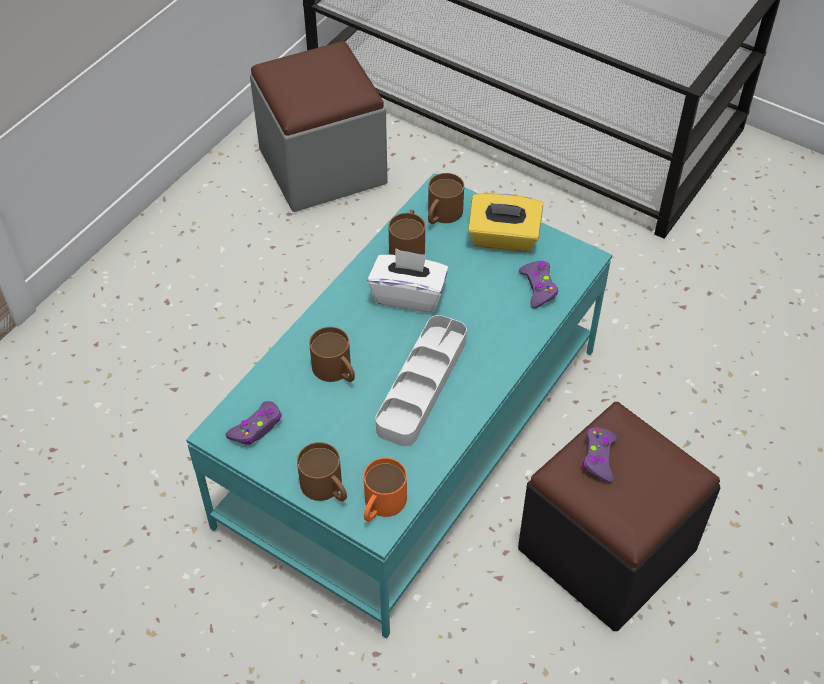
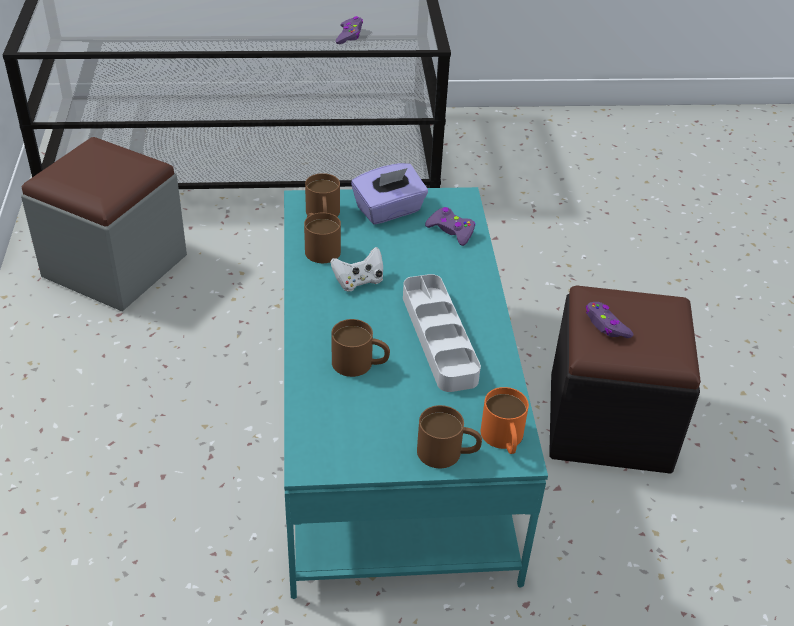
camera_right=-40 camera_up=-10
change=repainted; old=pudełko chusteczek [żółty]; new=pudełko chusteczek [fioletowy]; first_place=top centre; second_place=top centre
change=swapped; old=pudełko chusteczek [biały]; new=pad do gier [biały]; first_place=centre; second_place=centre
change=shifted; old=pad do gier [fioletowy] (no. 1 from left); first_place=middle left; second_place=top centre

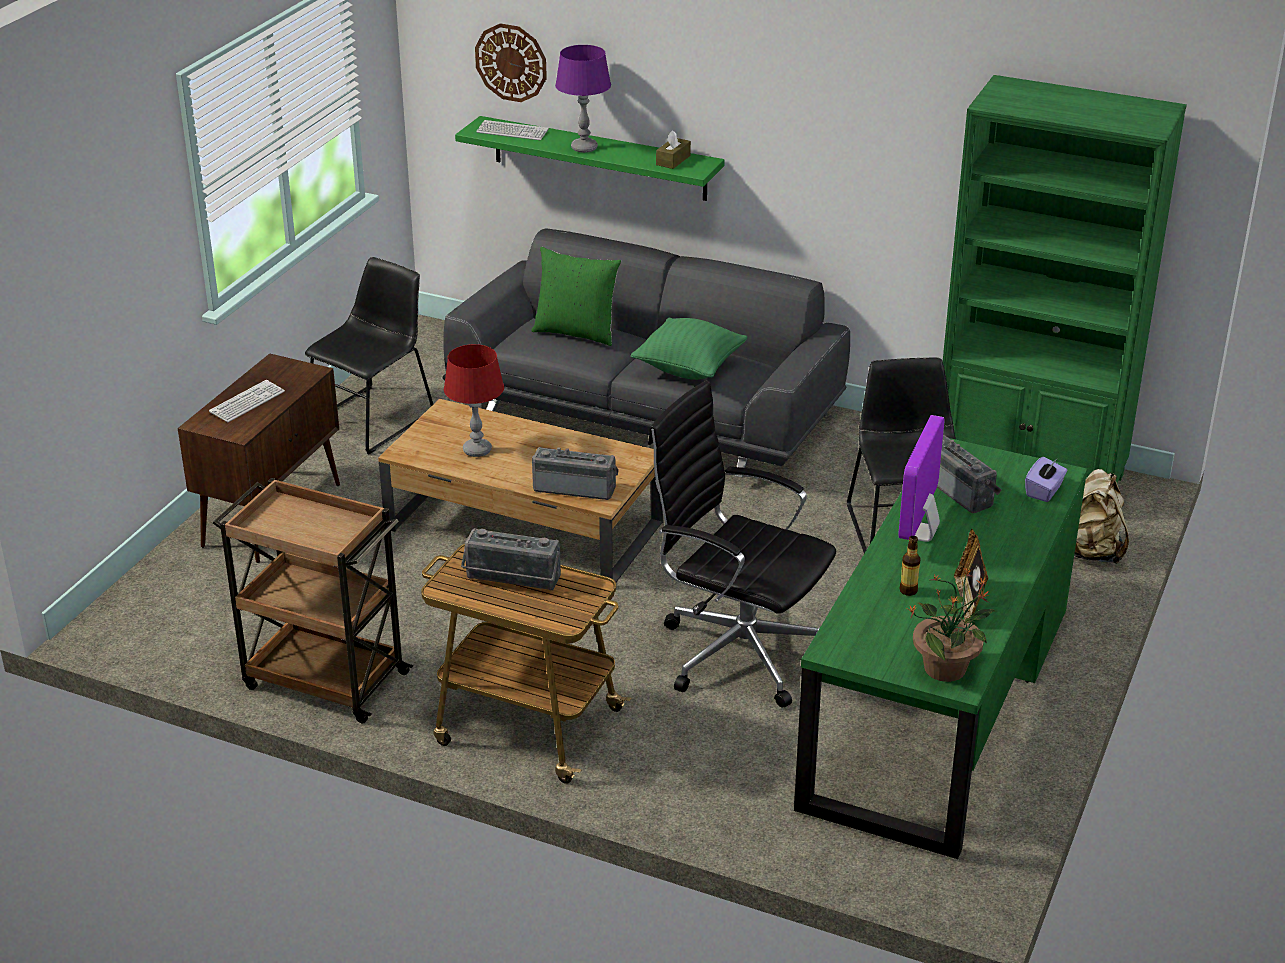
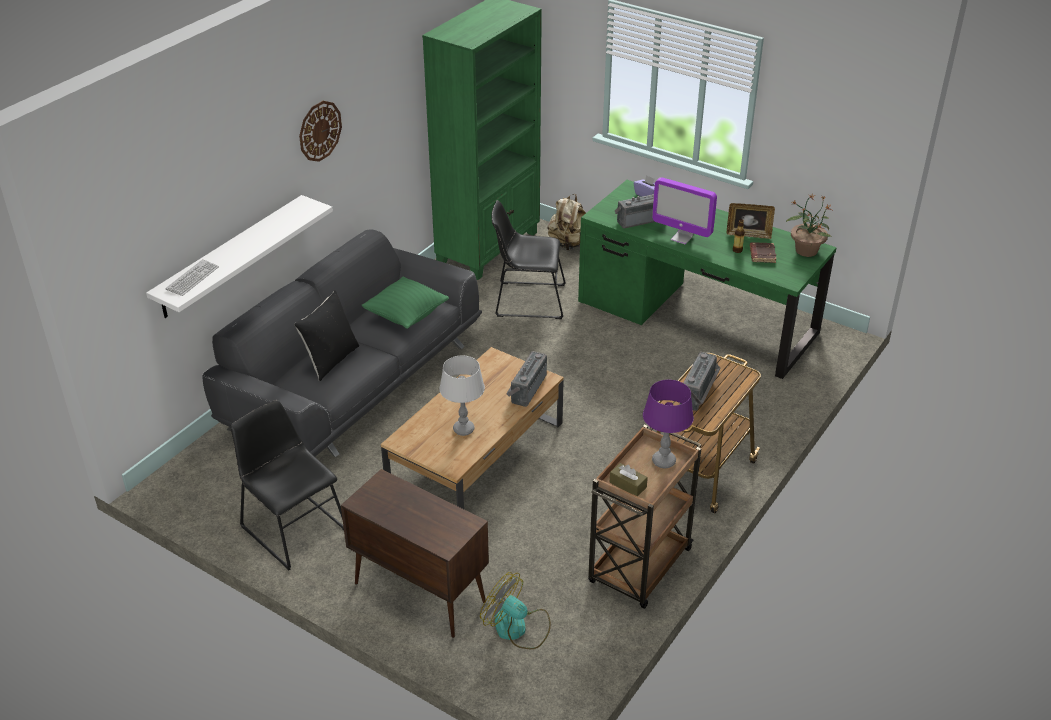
camera_right=-80 camera_up=5
change=shifted; old=zegar ścienny; first_place=top centre; second_place=top left
change=shifted; old=lampa stołowa [fioletowy]; first_place=top centre; second_place=centre
change=repainted; old=półka [zielony]; new=półka [biały]; first_place=top centre; second_place=middle left
change=shifted; old=pudełko chusteczek [brązowy]; first_place=top centre; second_place=bottom centre
change=repainted; old=poduszka [zielony] (no. 1 from left); new=poduszka [czarny]; first_place=top centre; second_place=middle left
change=repainted; old=lampa stołowa [czerwony]; new=lampa stołowa [szary]; first_place=centre; second_place=centre
change=gone; old=klawiatura (no. 1 from left); first_place=middle left
change=gone; old=krzesło biurowe [czarny]; first_place=centre
change=new; new=książka [brązowy]; second_place=middle right
change=new; new=wentylator; second_place=bottom centre

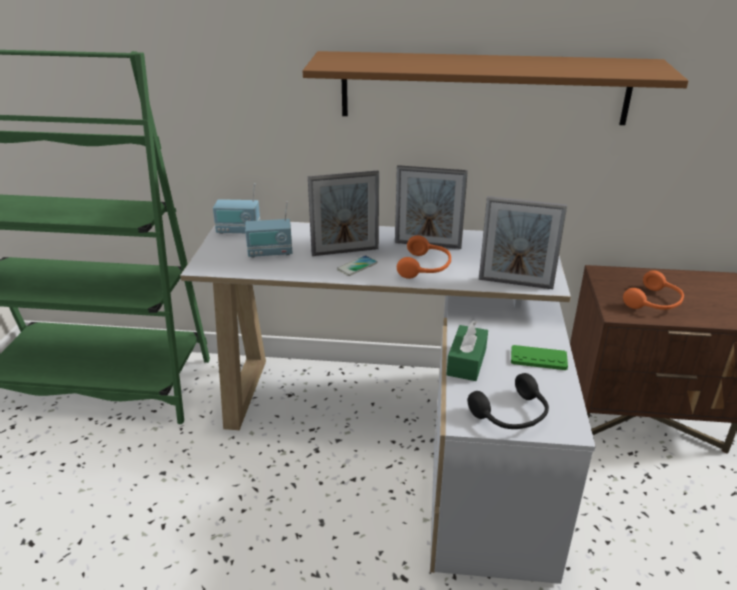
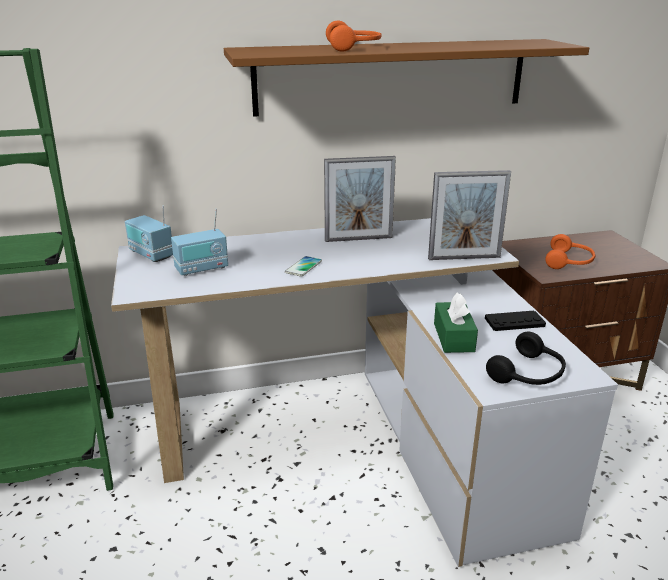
camera_right=-20 camera_up=-5
change=gone; old=ramka na zdjęcie (no. 1 from left); first_place=centre
change=rotated; old=radio (no. 1 from left); first_place=middle left; second_place=middle left; degrees=60
change=shifted; old=słuchawki [pomarańczowy] (no. 1 from left); first_place=centre; second_place=top centre
change=repainted; old=pad do gier [zielony]; new=pad do gier [czarny]; first_place=middle right; second_place=middle right

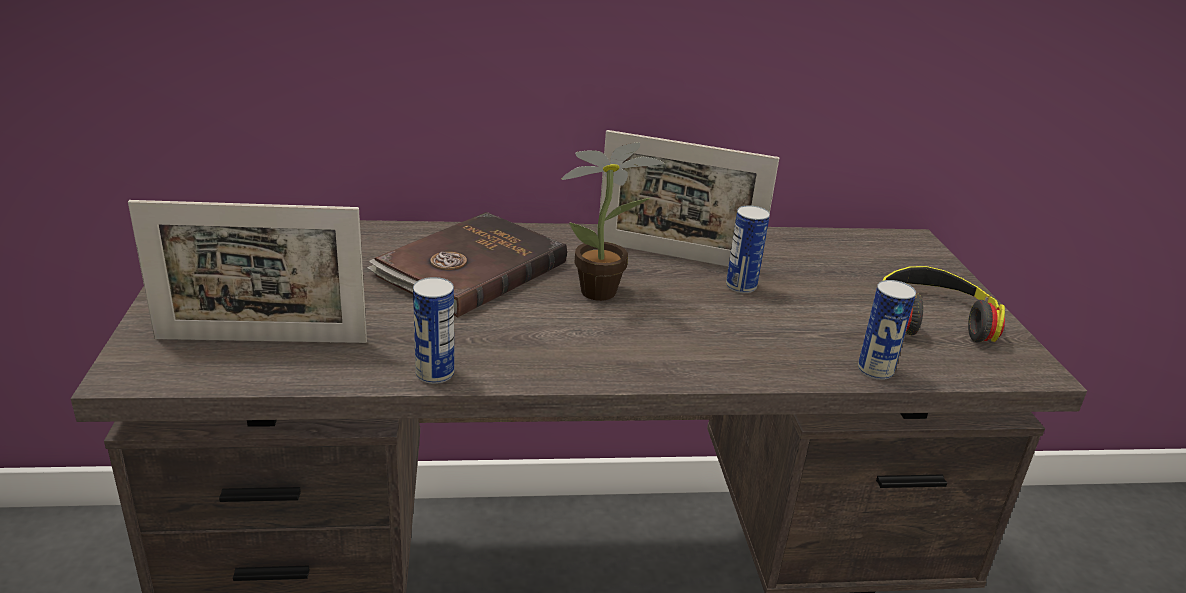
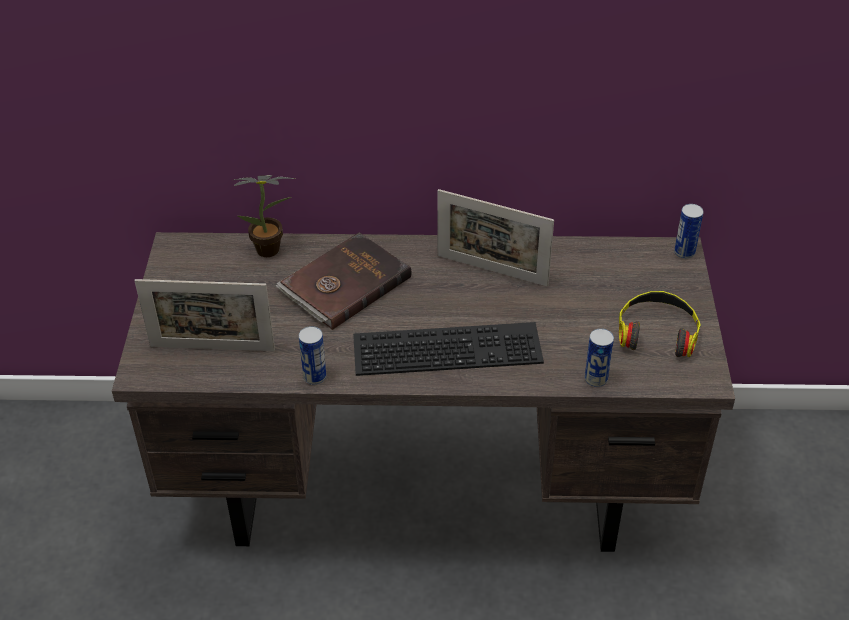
camera_right=10 camera_up=15
change=shifted; old=roślina doniczkowa; first_place=centre; second_place=middle left
change=shifted; old=puszka (no. 2 from left in the first image); new=puszka (no. 3 from left); first_place=centre; second_place=middle right
change=new; new=klawiatura; second_place=centre

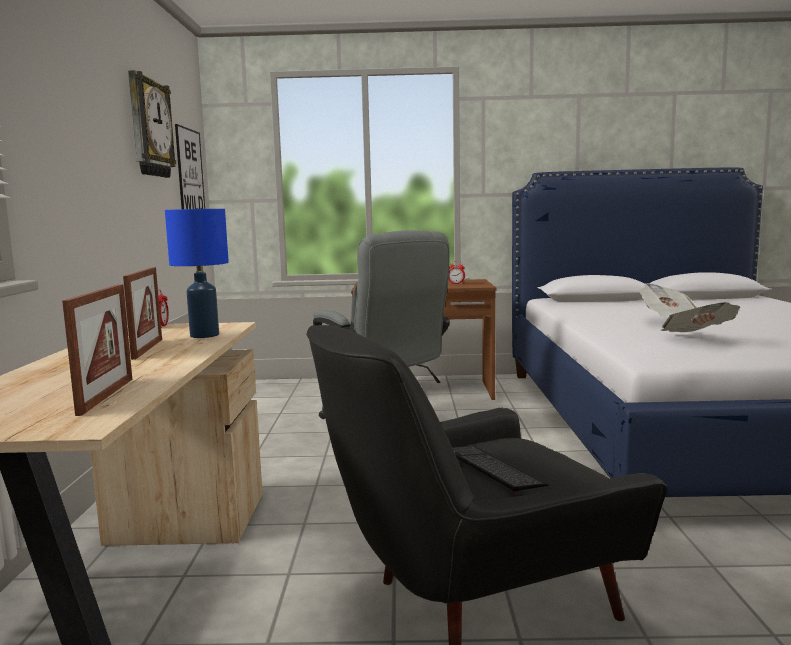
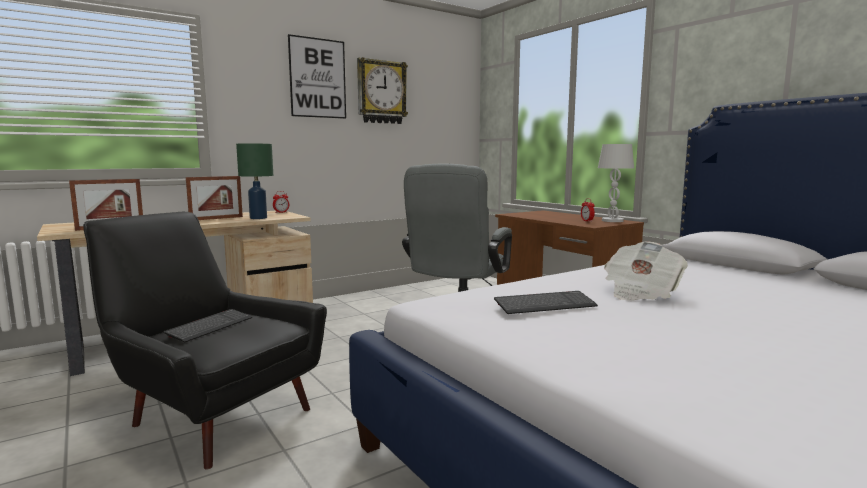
camera_right=55 camera_up=0
change=shifted; old=obraz; first_place=top left; second_place=top centre
change=repainted; old=lampa stołowa [niebieski]; new=lampa stołowa [zielony]; first_place=middle left; second_place=middle left
change=swapped; old=gazeta (no. 2 from left); new=klawiatura (no. 2 from left); first_place=middle right; second_place=centre
change=new; new=lampa stołowa [biały]; second_place=middle right

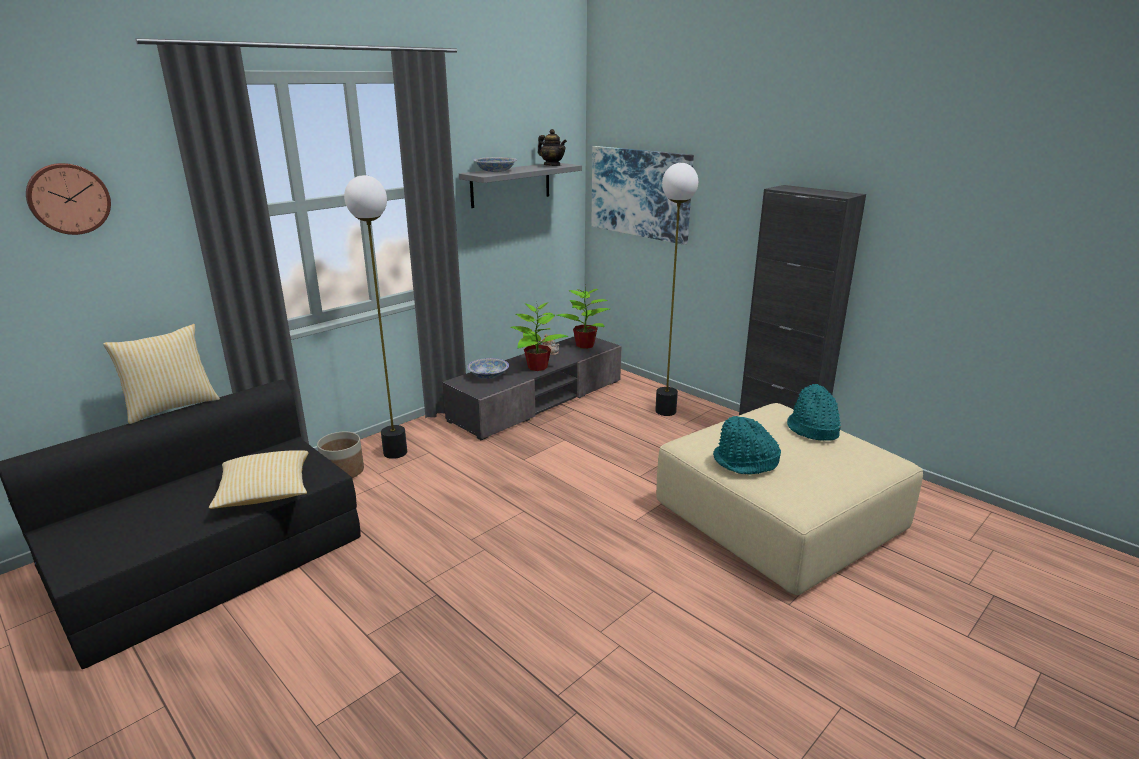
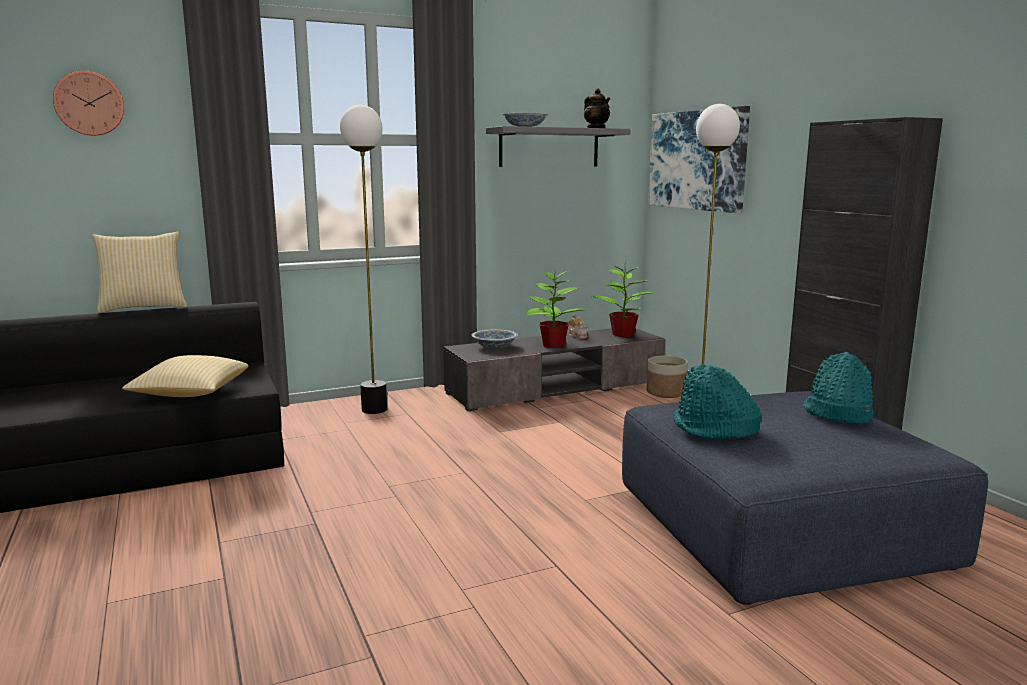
camera_right=20 camera_up=-10
change=repainted; old=pufa [beżowy]; new=pufa [niebieski]; first_place=middle right; second_place=bottom right
change=shifted; old=donica; first_place=middle left; second_place=centre

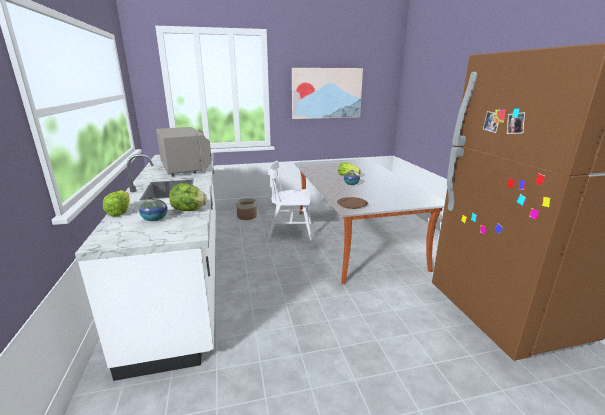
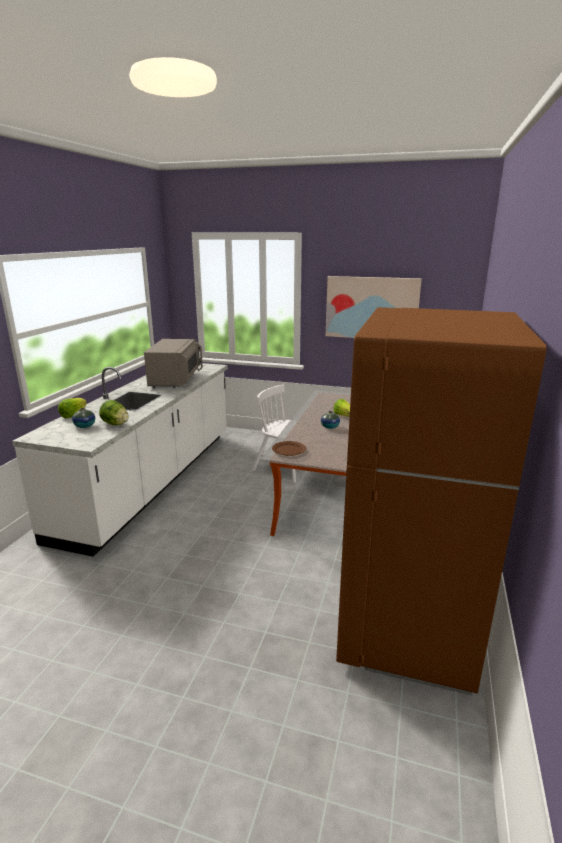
camera_right=30 camera_up=0
change=gone; old=donica; first_place=centre

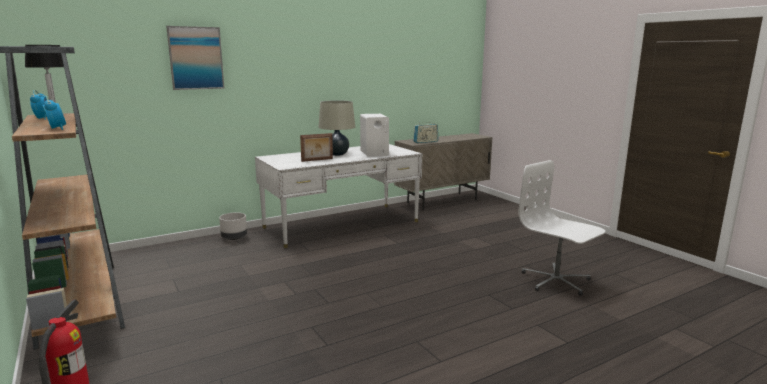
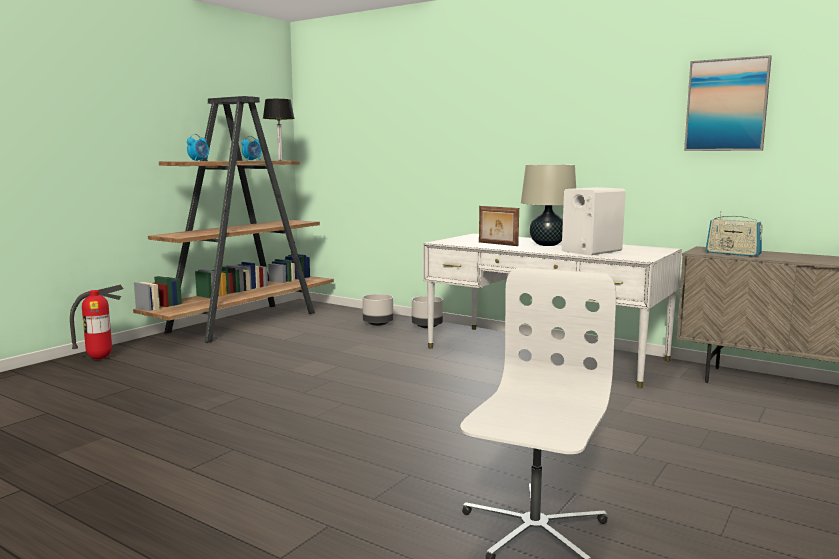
camera_right=65 camera_up=-5
change=shifted; old=obraz; first_place=top left; second_place=top right
change=new; new=donica [szary] (no. 1 from left); second_place=centre

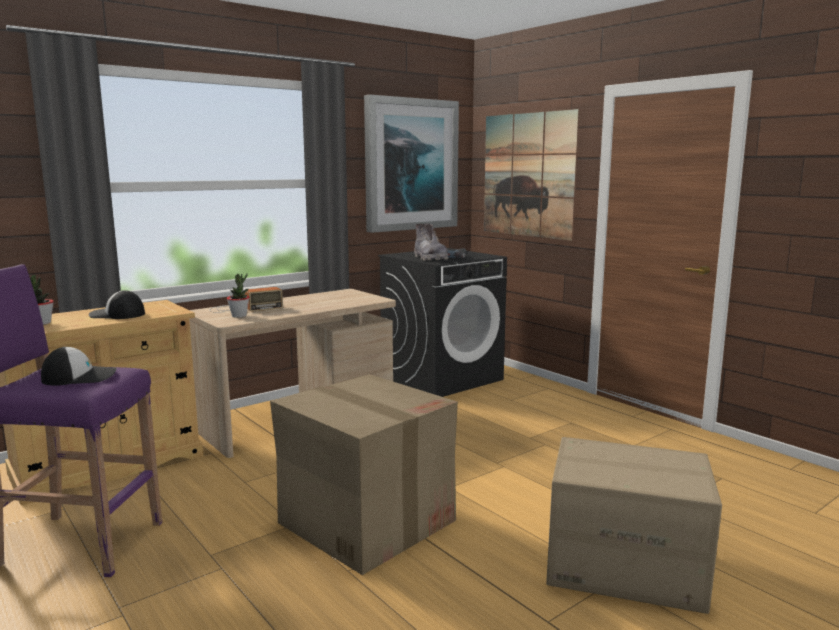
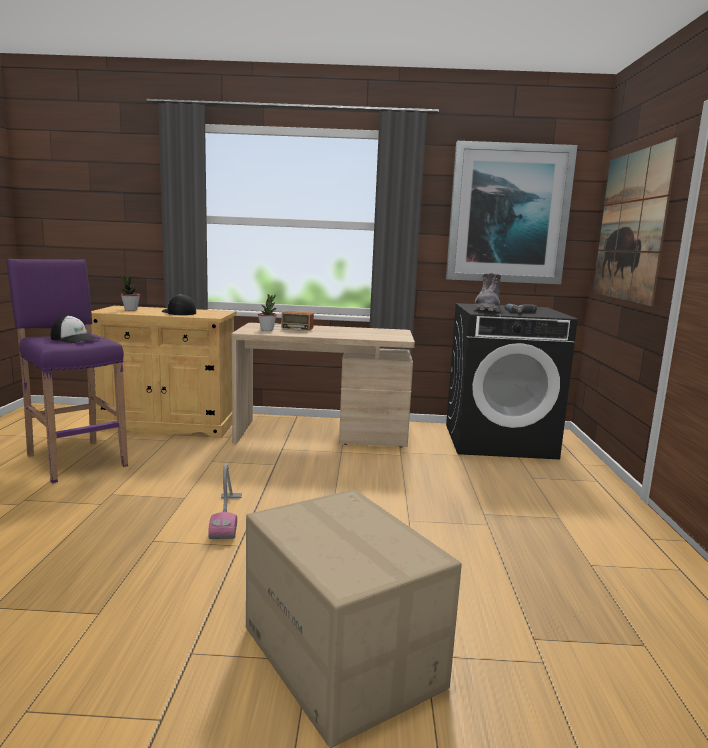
camera_right=40 camera_up=0
change=swapped; old=karton (no. 1 from left); new=odkurzacz; first_place=bottom centre; second_place=bottom left

